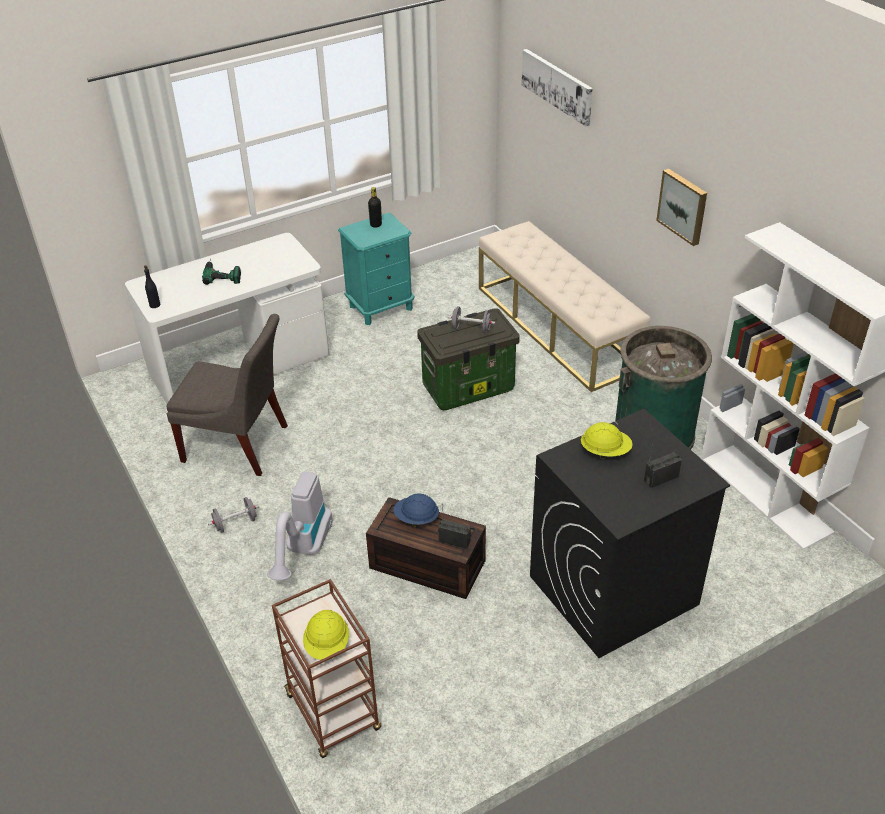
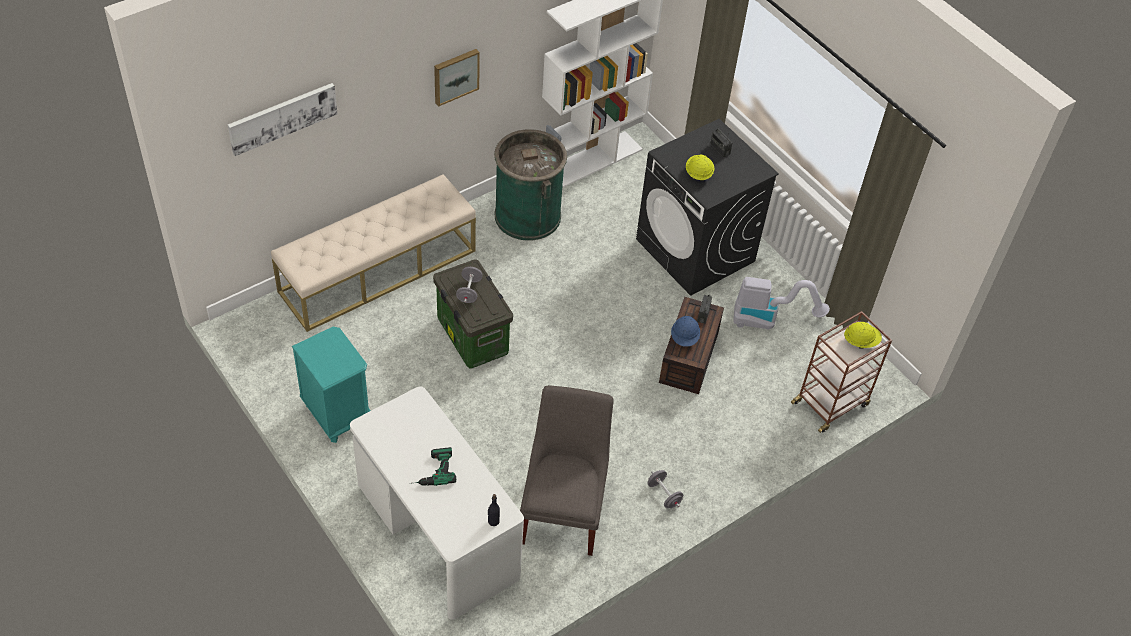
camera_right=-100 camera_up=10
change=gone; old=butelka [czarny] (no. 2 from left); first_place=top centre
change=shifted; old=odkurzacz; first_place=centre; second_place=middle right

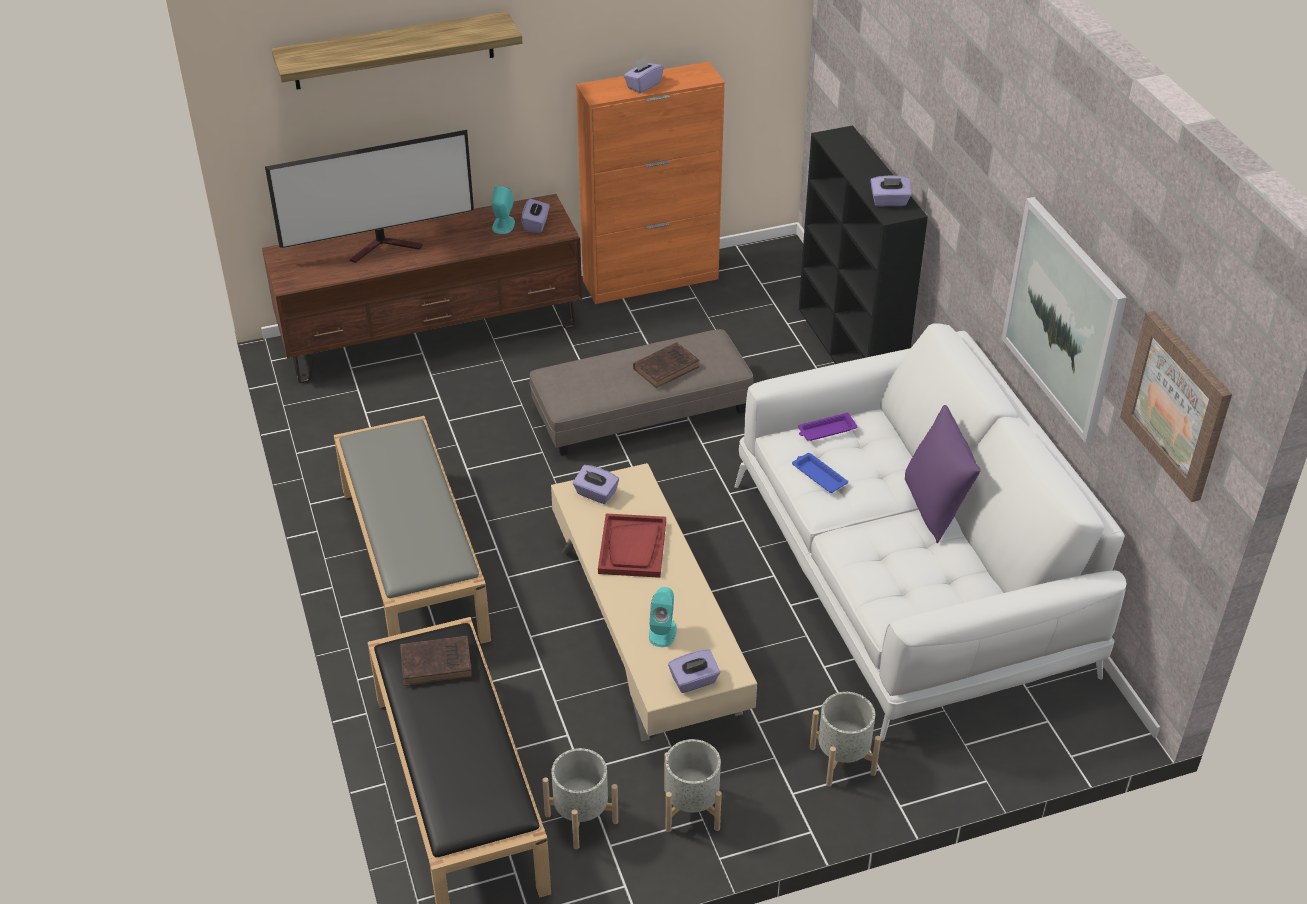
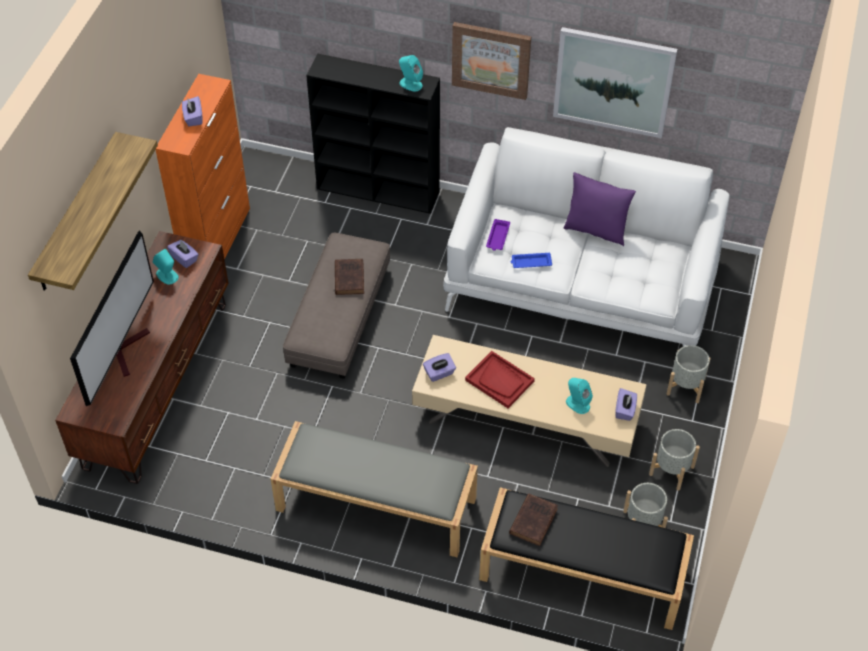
camera_right=-55 camera_up=10
change=swapped; old=pudełko chusteczek [fioletowy] (no. 5 from left); new=głośnik [turkusowy] (no. 2 from left); first_place=top right; second_place=top centre
change=shifted; old=obraz (no. 2 from left in the first image); new=obraz (no. 1 from left); first_place=middle right; second_place=top centre

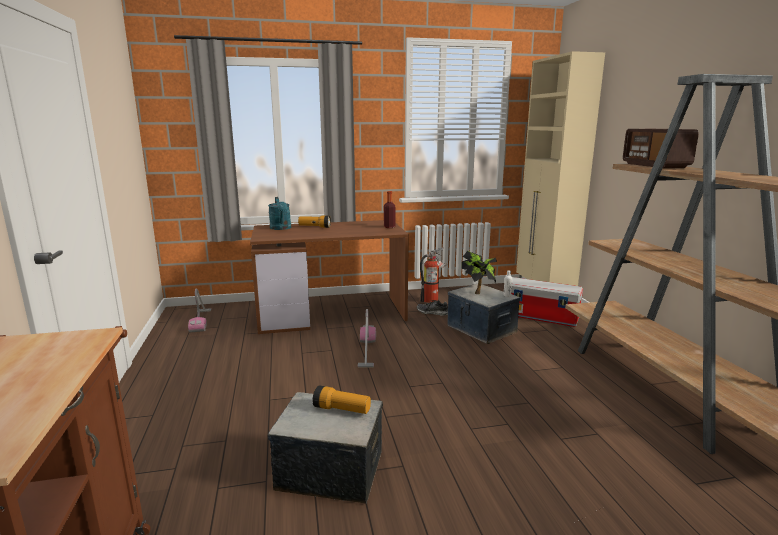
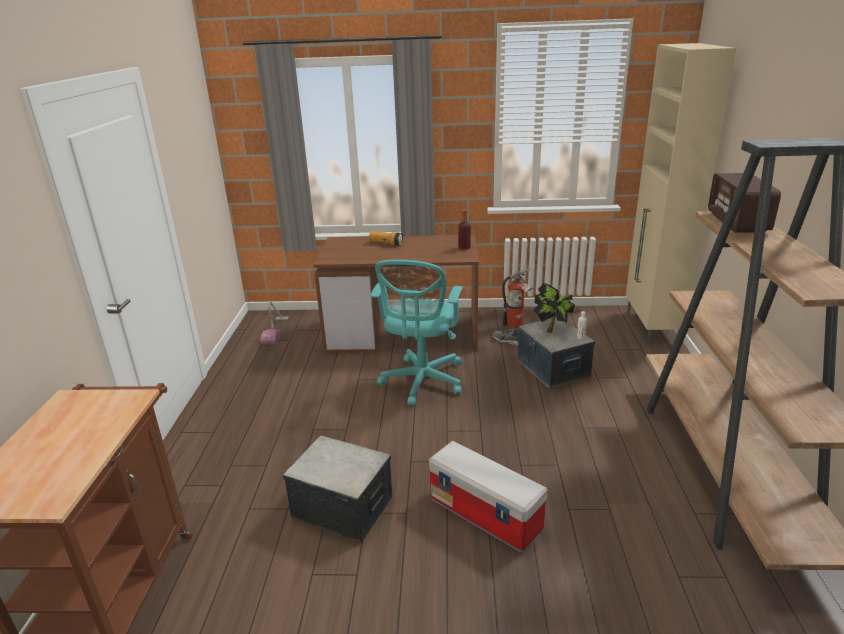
camera_right=15 camera_up=10
change=gone; old=konewka [turkusowy]; first_place=centre
change=shifted; old=pojemnik do przechowywania (no. 3 from left in the first image); new=pojemnik do przechowywania (no. 2 from left); first_place=middle right; second_place=bottom centre
change=swapped; old=odkurzacz (no. 2 from left); new=krzesło biurowe [turkusowy]; first_place=centre; second_place=centre
change=gone; old=latarka (no. 2 from left); first_place=bottom centre

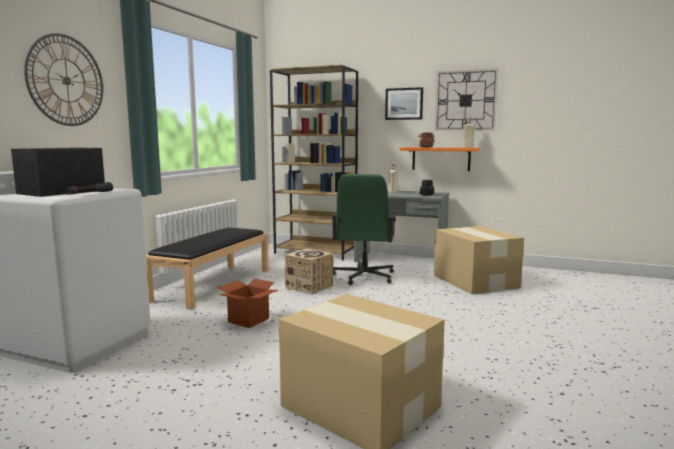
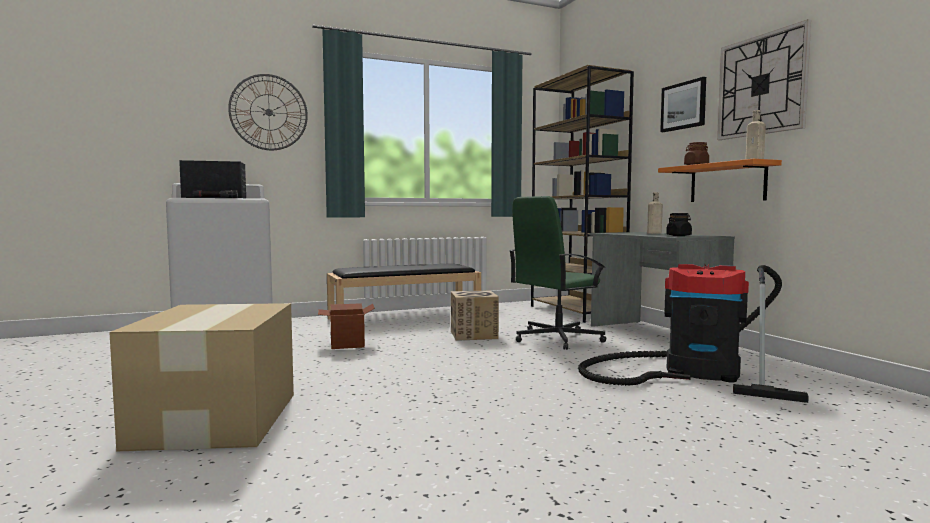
camera_right=45 camera_up=-5
change=swapped; old=karton (no. 4 from left); new=odkurzacz; first_place=middle right; second_place=middle right

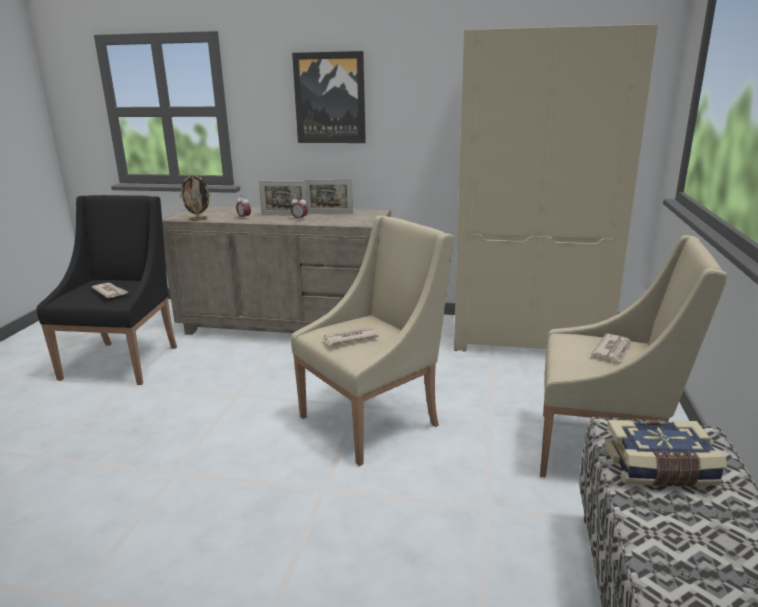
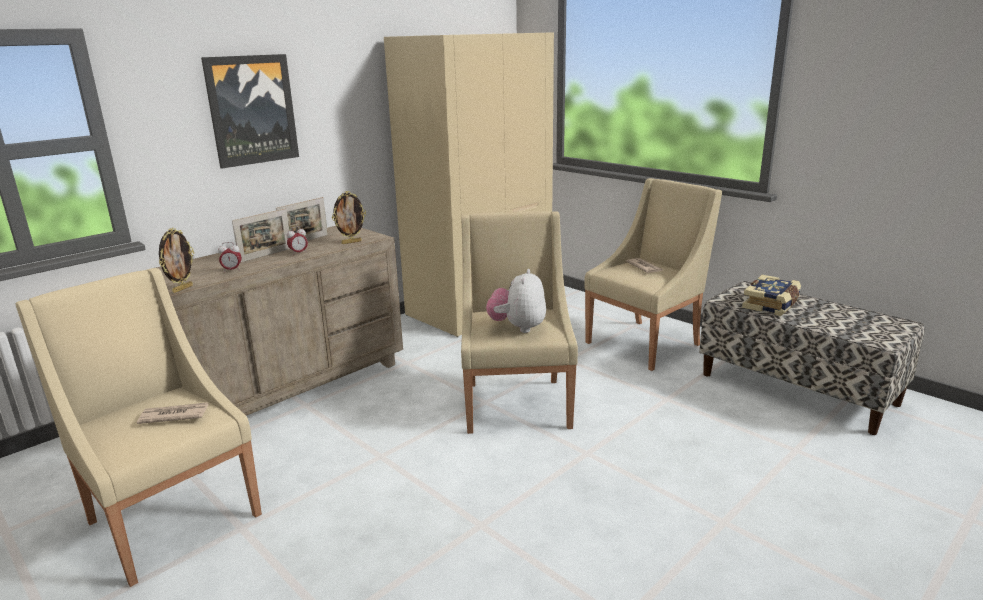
camera_right=-55 camera_up=0
change=repainted; old=fotel [czarny]; new=fotel [beżowy] (no. 1 from left); first_place=middle left; second_place=bottom left
change=swapped; old=gazeta (no. 2 from left); new=pluszak; first_place=centre; second_place=centre
change=new; new=ramka na zdjęcie (no. 4 from left); second_place=centre

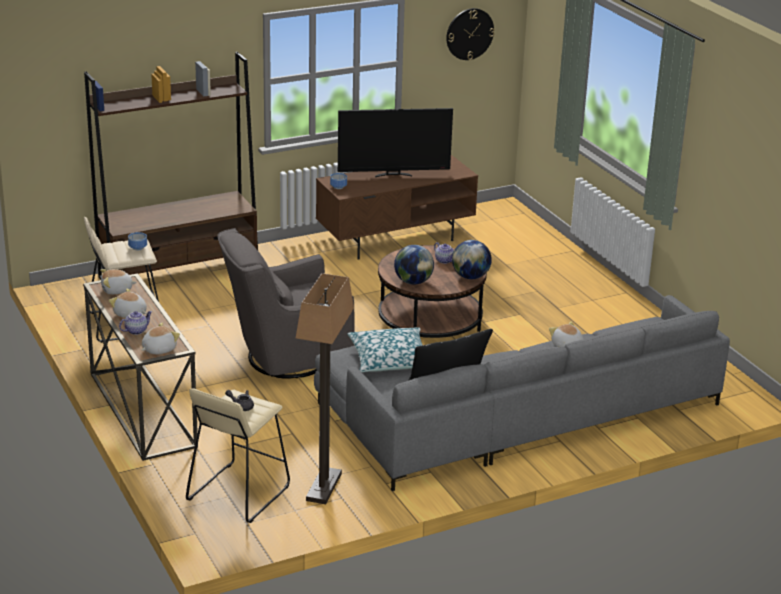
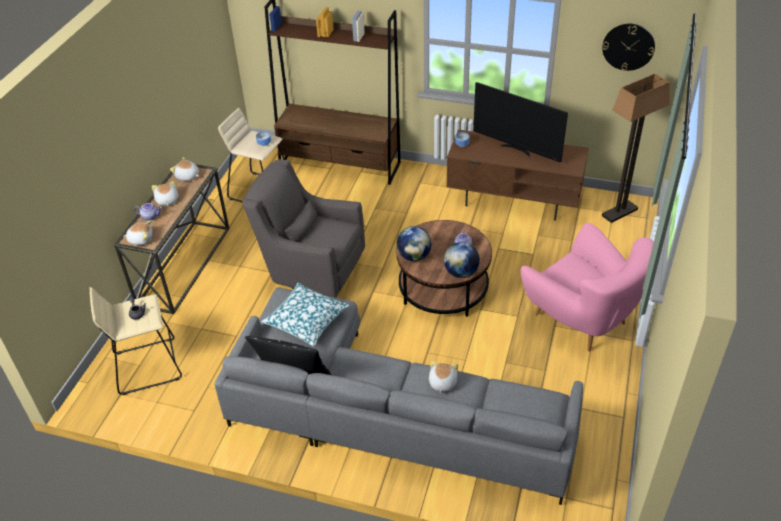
camera_right=45 camera_up=15
change=shifted; old=lampa stojąca; first_place=centre; second_place=top right
change=new; new=fotel [różowy]; second_place=middle right

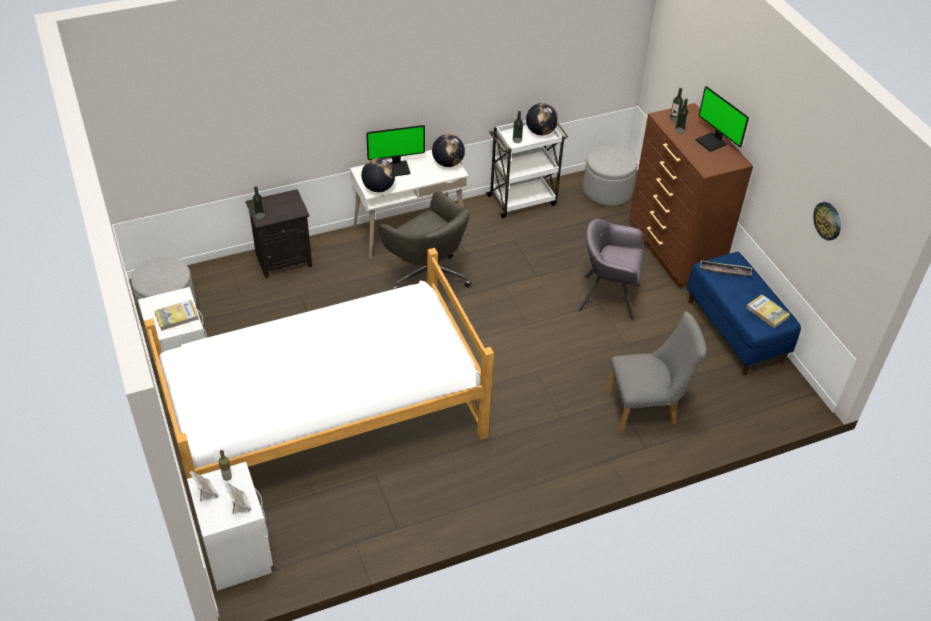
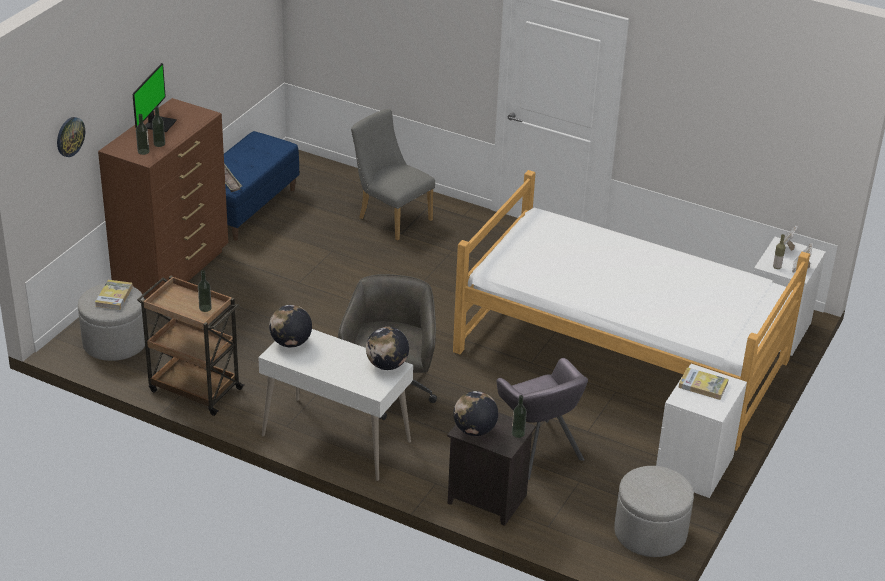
camera_right=-130 camera_up=-10
change=shifted; old=globus (no. 3 from left); first_place=top centre; second_place=bottom centre
change=repainted; old=wózek [biały]; new=wózek [brązowy]; first_place=top centre; second_place=middle left
change=gone; old=monitor (no. 1 from left); first_place=top centre
change=shifted; old=zegar ścienny; first_place=middle right; second_place=top left
change=shifted; old=fotel [szary]; first_place=centre; second_place=bottom centre
change=shifted; old=książka (no. 2 from left in the first image); new=książka (no. 1 from left); first_place=middle right; second_place=middle left

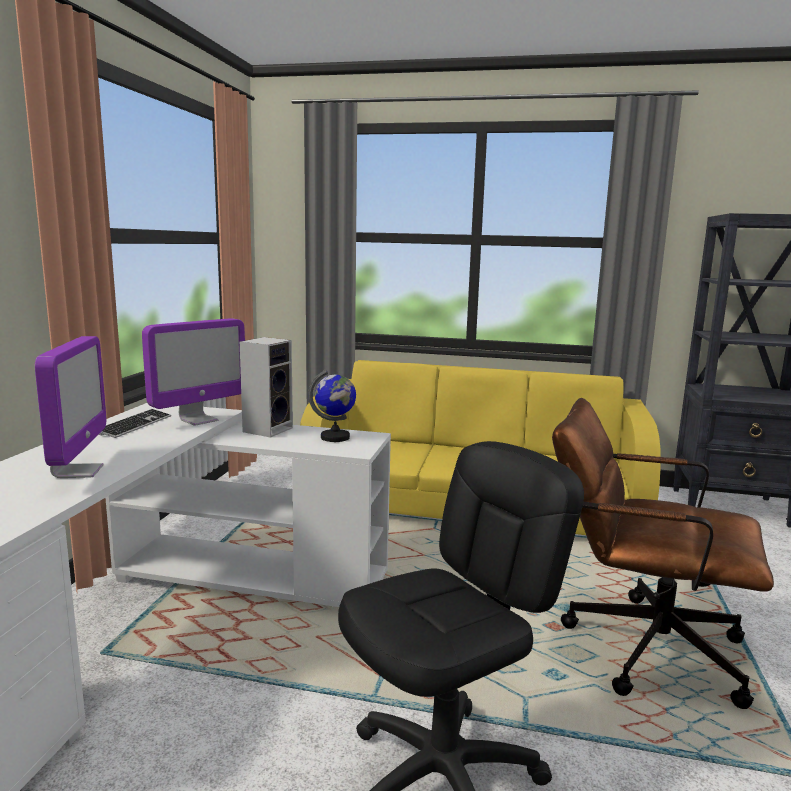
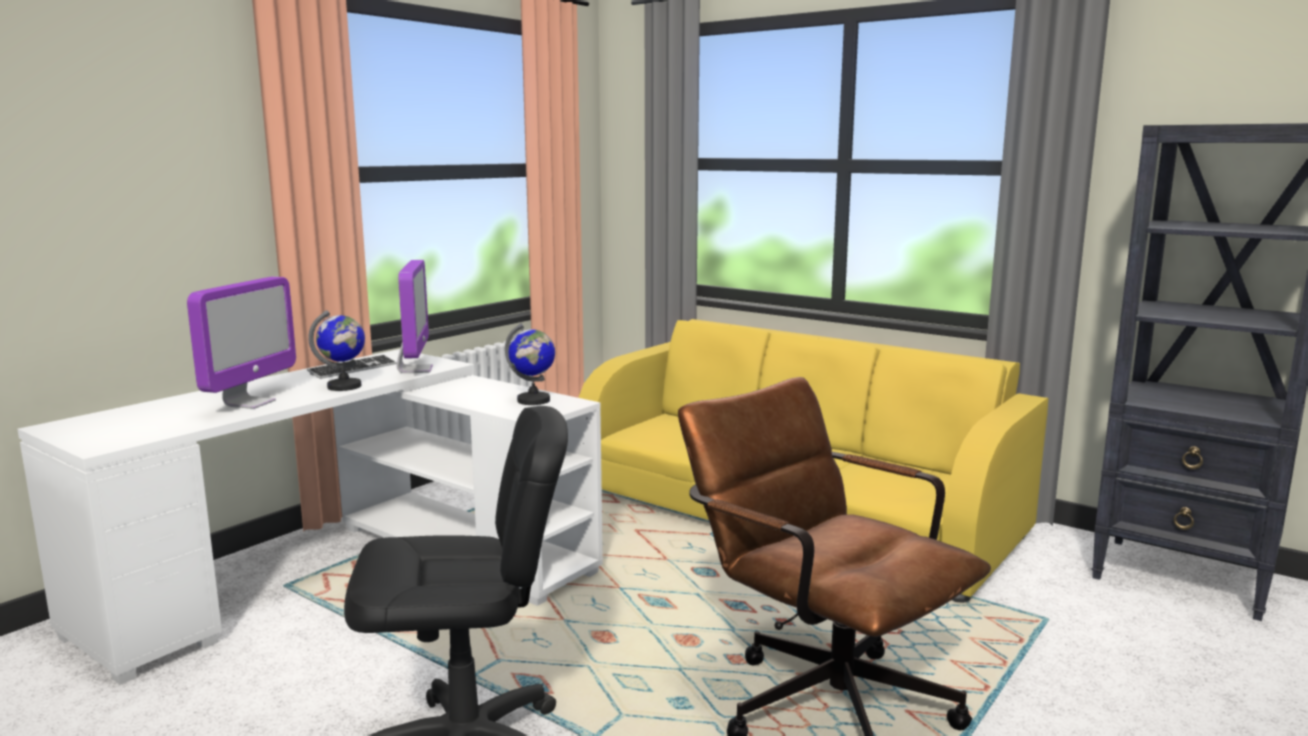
camera_right=25 camera_up=0
change=rotated; old=monitor (no. 2 from left); first_place=middle left; second_place=middle left; degrees=-75
change=gone; old=głośnik; first_place=centre
change=new; new=globus (no. 1 from left); second_place=middle left

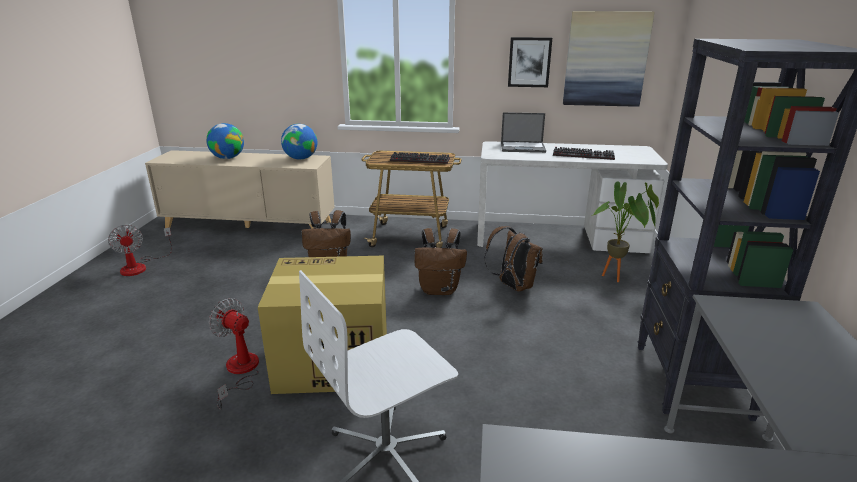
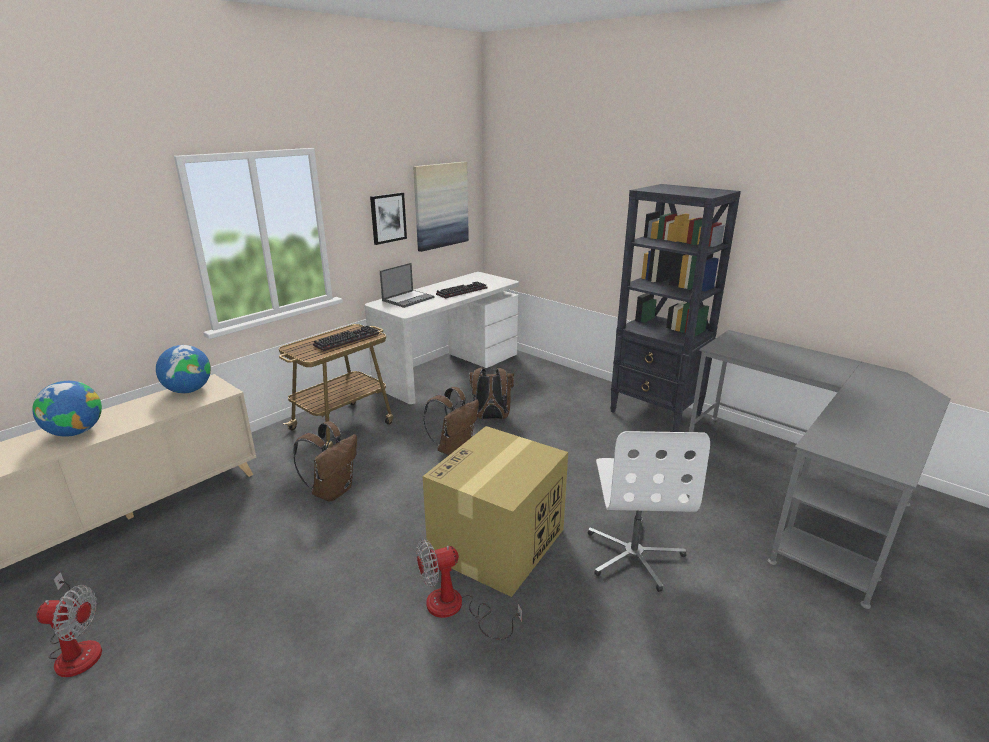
camera_right=-55 camera_up=0
change=gone; old=roślina doniczkowa; first_place=middle right

